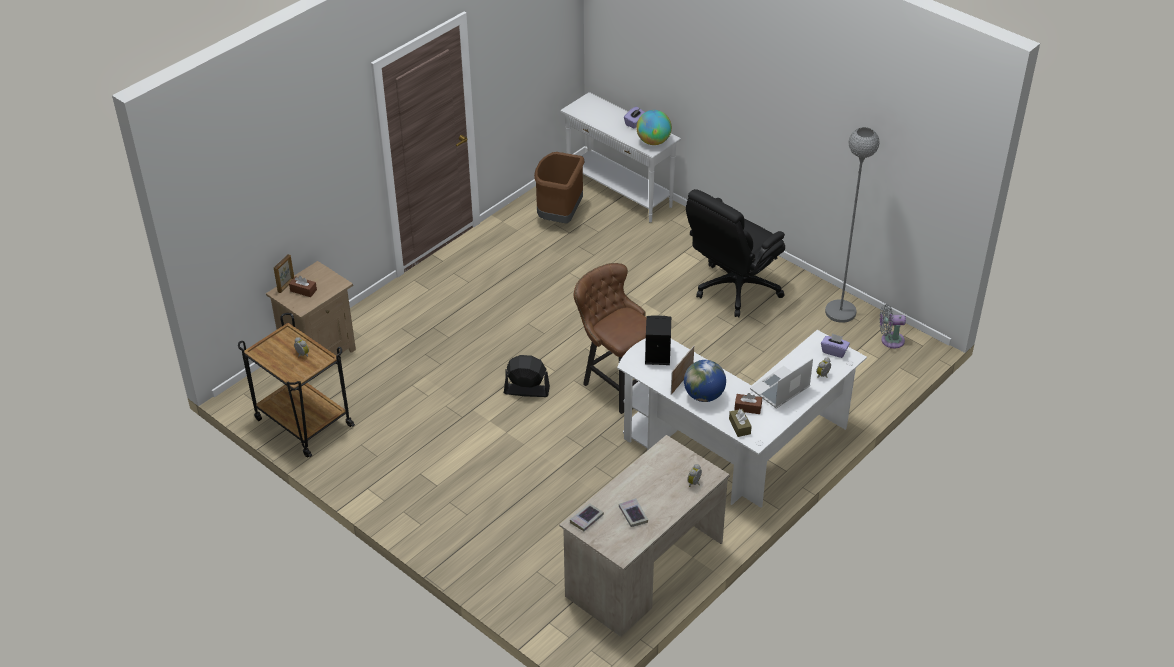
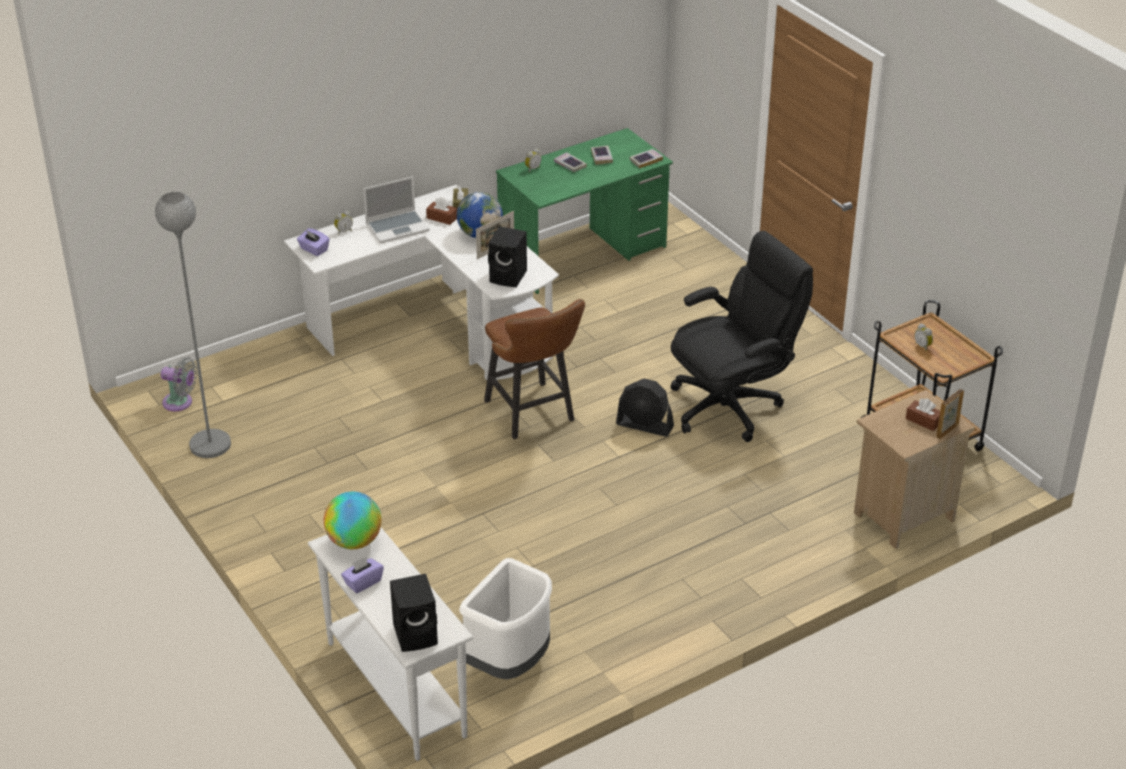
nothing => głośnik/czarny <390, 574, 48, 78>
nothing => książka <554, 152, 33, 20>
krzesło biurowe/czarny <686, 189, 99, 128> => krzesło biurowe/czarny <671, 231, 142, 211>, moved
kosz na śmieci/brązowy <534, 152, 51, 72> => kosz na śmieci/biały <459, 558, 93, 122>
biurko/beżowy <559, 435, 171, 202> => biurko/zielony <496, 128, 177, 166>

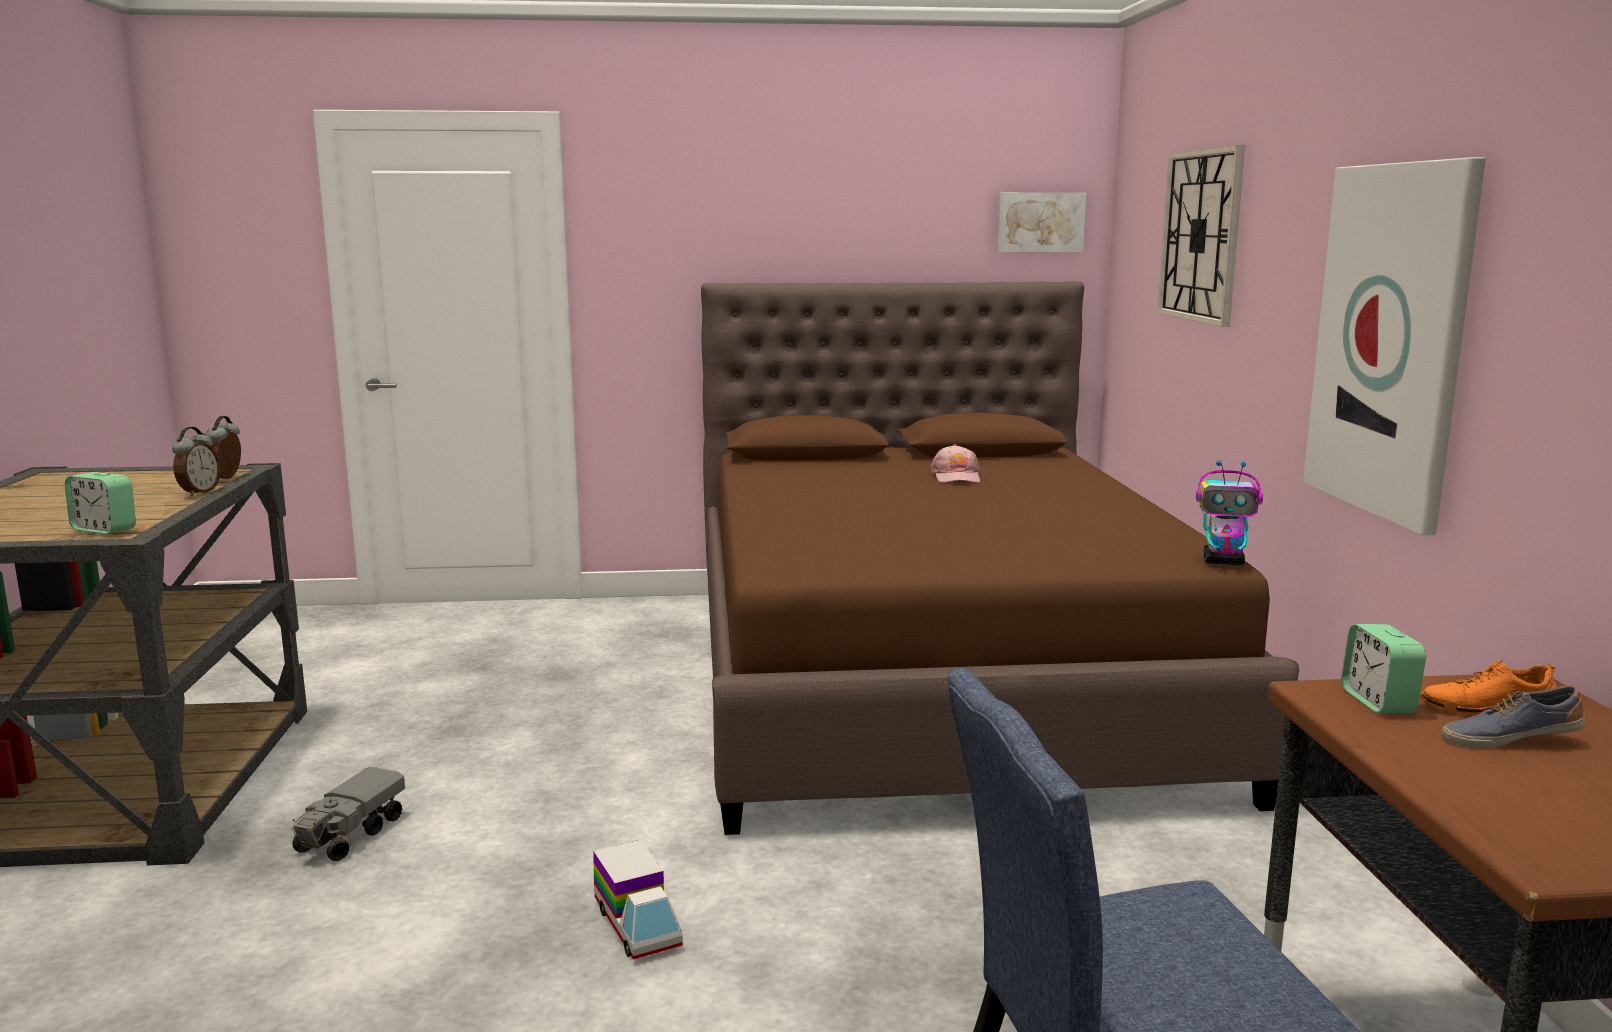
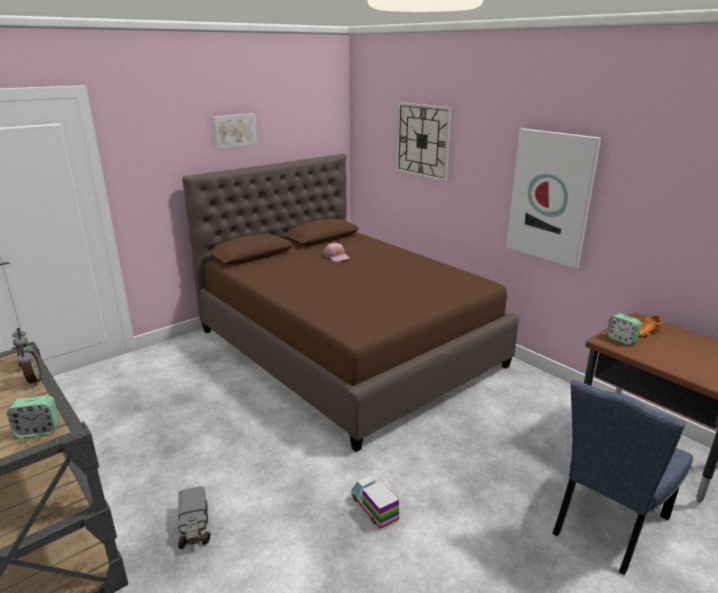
robot zabawkowy <1196, 460, 67, 105> => nothing
but <1441, 686, 144, 62> => nothing
obraz <996, 192, 90, 60> => obraz <212, 113, 45, 36>, moved
ciężarówka zabawkowa <593, 840, 90, 120> => ciężarówka zabawkowa <351, 476, 48, 53>, 150 degrees counterclockwise

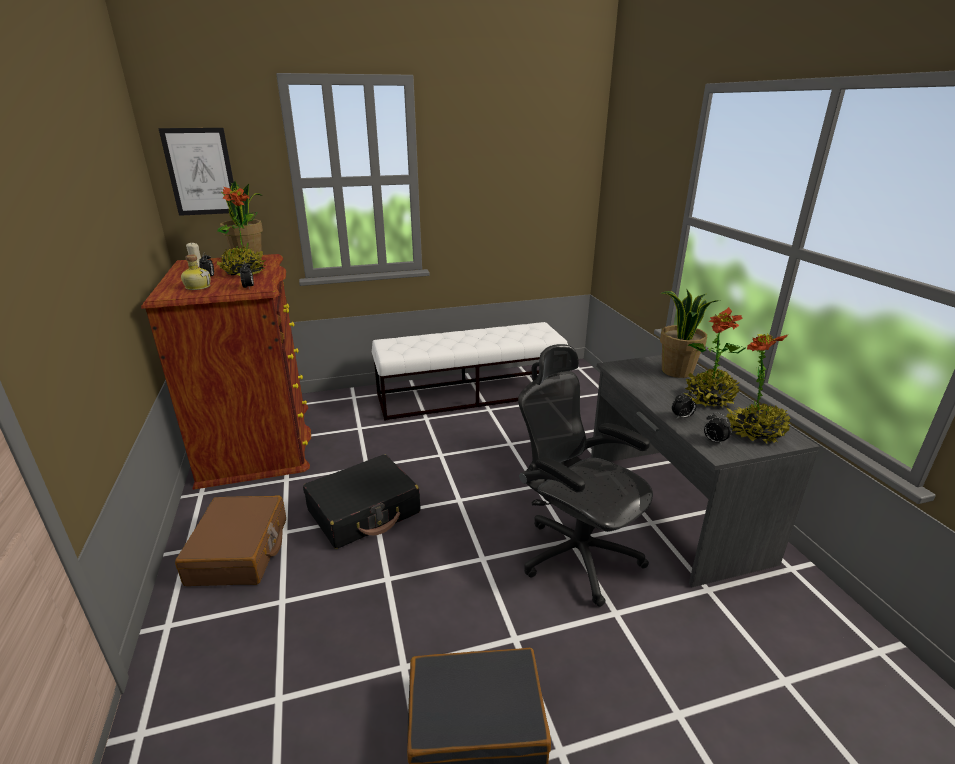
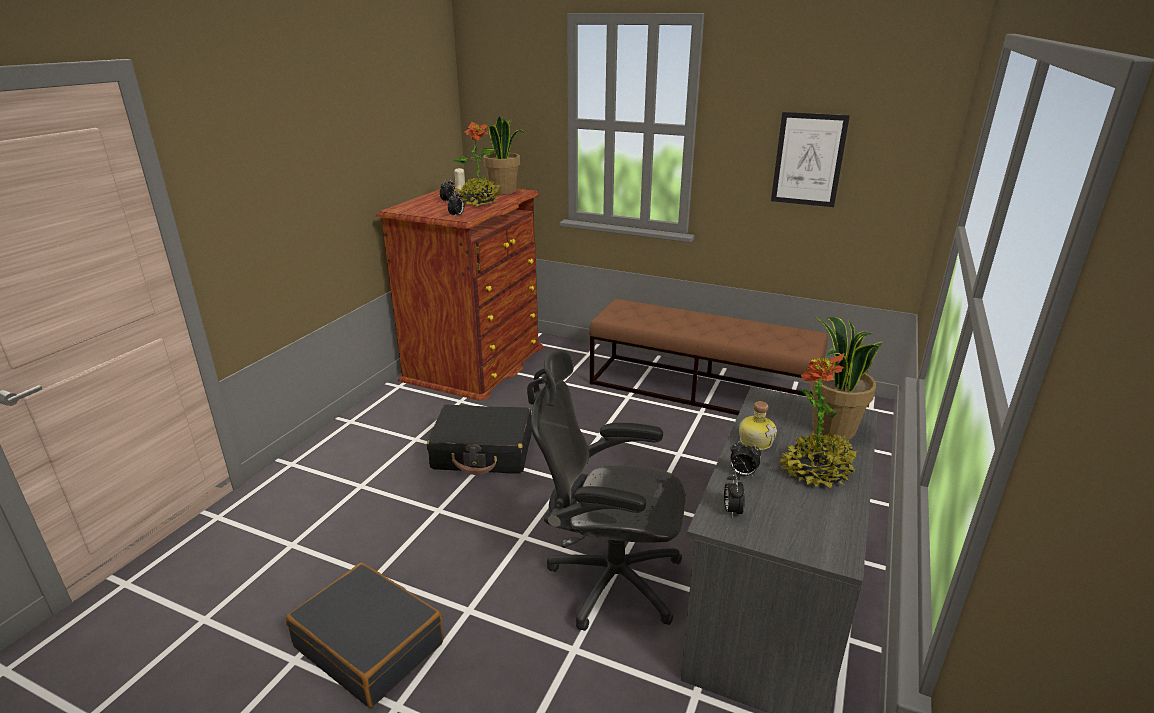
walizka/brązowy <175, 495, 111, 91> => nothing
roślina doniczkowa <726, 334, 65, 110> => nothing
obraz <158, 128, 76, 88> => obraz <771, 112, 79, 95>, moved
butelka <181, 255, 30, 35> => butelka <739, 401, 38, 49>, moved
ławka/biały <372, 322, 196, 99> => ławka/brązowy <589, 299, 239, 116>
krzesło biurowe <518, 344, 135, 263> => krzesło biurowe <527, 350, 159, 281>, 75 degrees counterclockwise

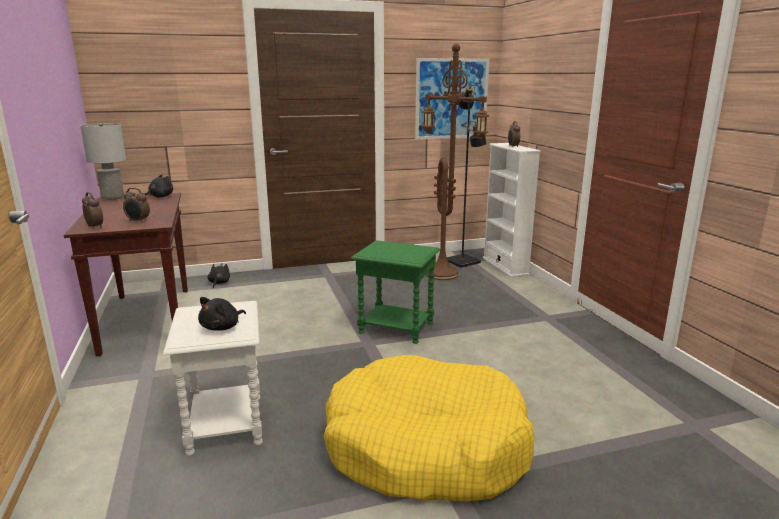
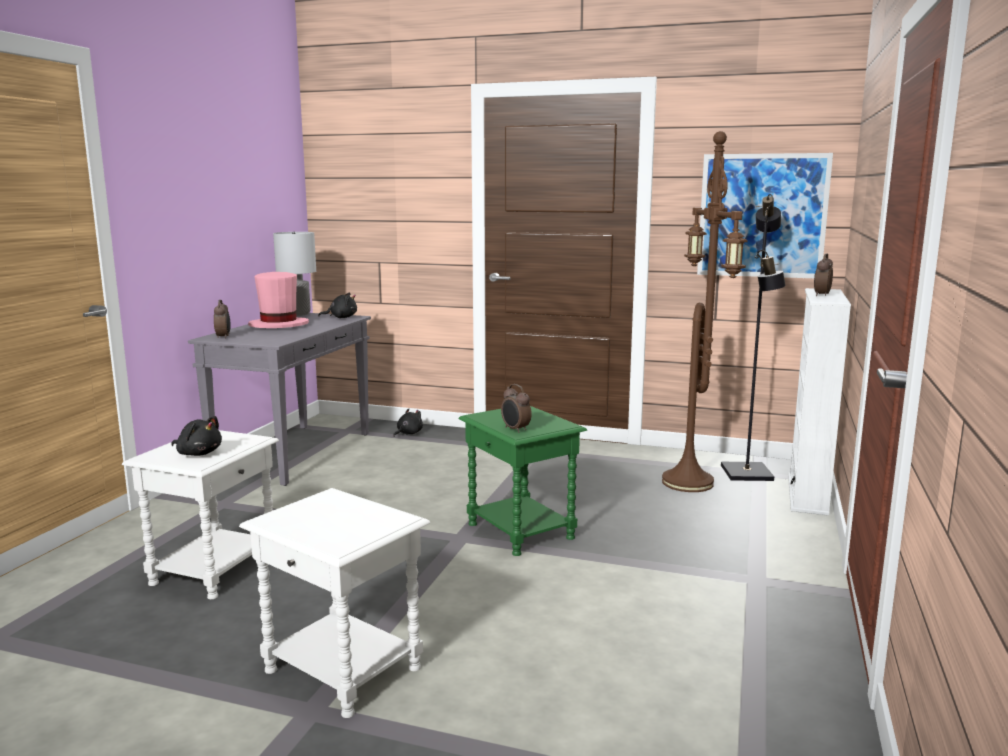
nothing => kapelusz/różowy <248, 272, 61, 56>
budzik <123, 188, 27, 35> => budzik <501, 384, 31, 49>, moved
legowisko/żółty <324, 355, 211, 146> => stolik/biały <239, 488, 191, 230>
stolik konsolowy/brązowy <64, 193, 124, 163> => stolik konsolowy/szary <188, 313, 183, 173>
pluszak/czarny <198, 297, 48, 34> => pluszak/czarny <171, 416, 51, 40>, 135 degrees counterclockwise

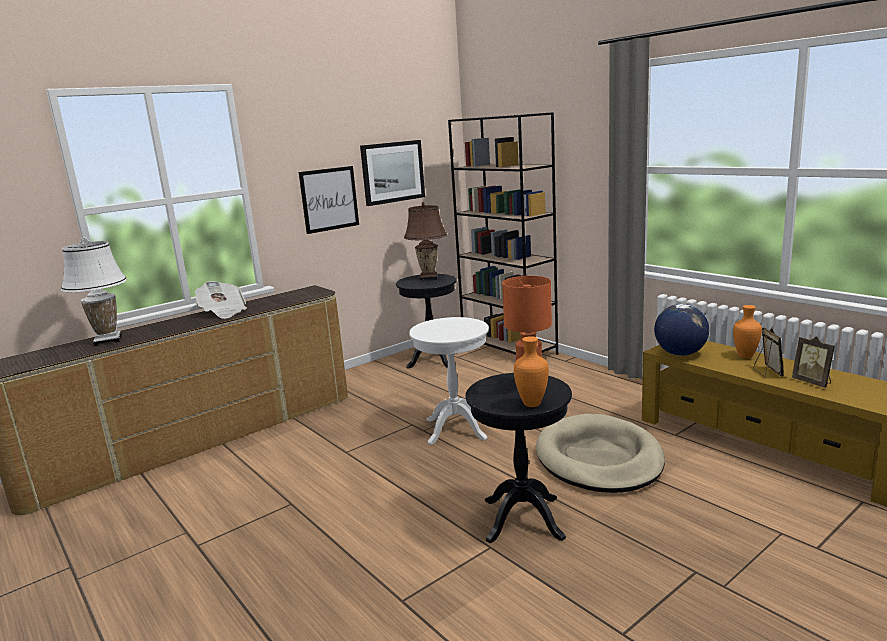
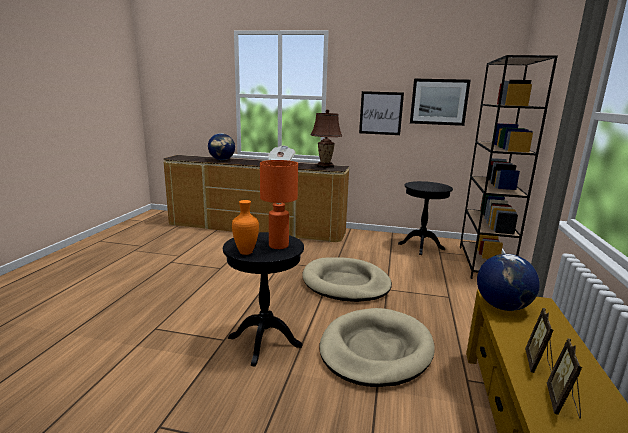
wazon/pomarańczowy <733, 305, 29, 54> => nothing
lampa stołowa/brązowy <404, 202, 43, 79> => lampa stołowa/brązowy <311, 109, 31, 60>, moved
lampa stołowa/biały <61, 237, 66, 109> => globus <208, 133, 27, 27>
stolik/biały <409, 317, 80, 128> => legowisko/beżowy <302, 257, 90, 45>
ramka na zdjęcie <753, 327, 31, 50> => ramka na zdjęcie <525, 308, 29, 65>, 150 degrees clockwise

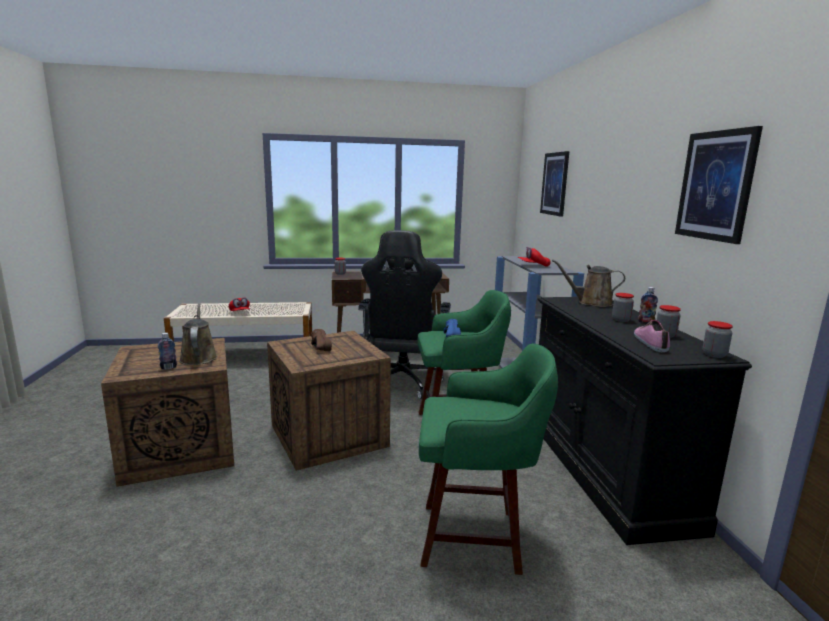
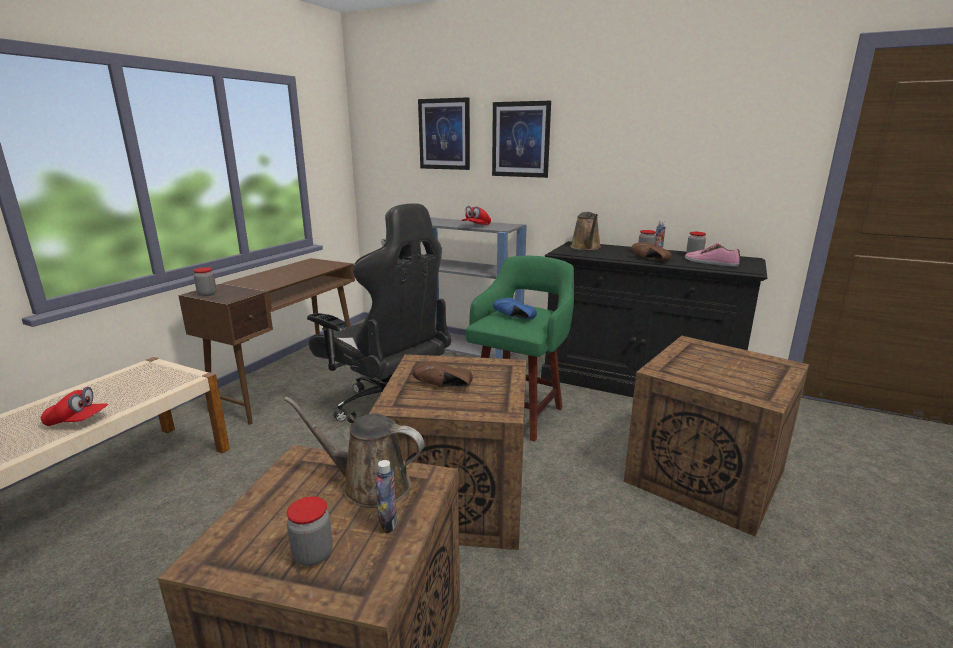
nothing => but/brązowy <631, 242, 41, 20>
obraz <675, 126, 88, 118> => obraz <492, 101, 59, 77>, moved
słoik <703, 321, 30, 37> => słoik <287, 496, 46, 70>, moved
stołek/zielony <419, 343, 139, 232> => skrzynka <624, 336, 185, 201>
konewka/brązowy <552, 260, 73, 47> => konewka/brązowy <570, 212, 31, 38>, 45 degrees counterclockwise

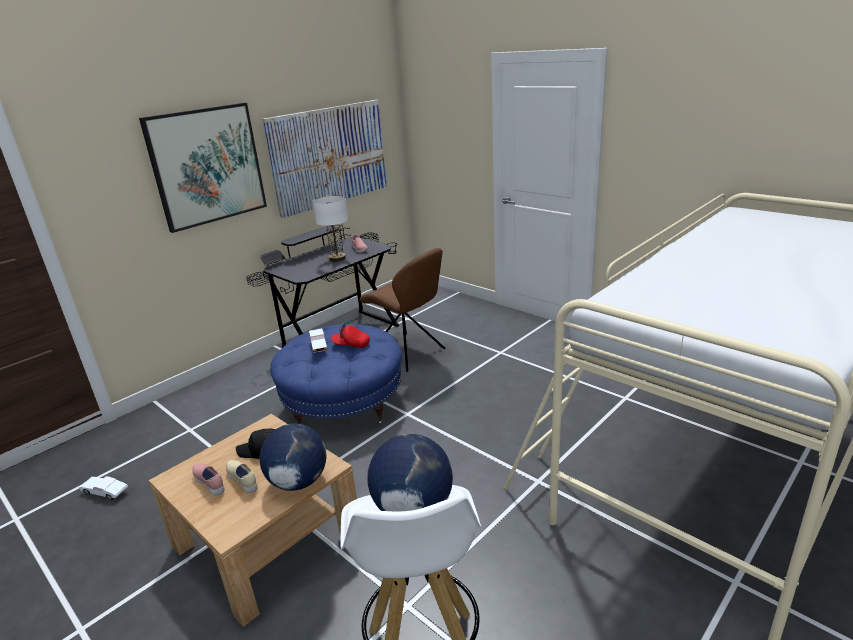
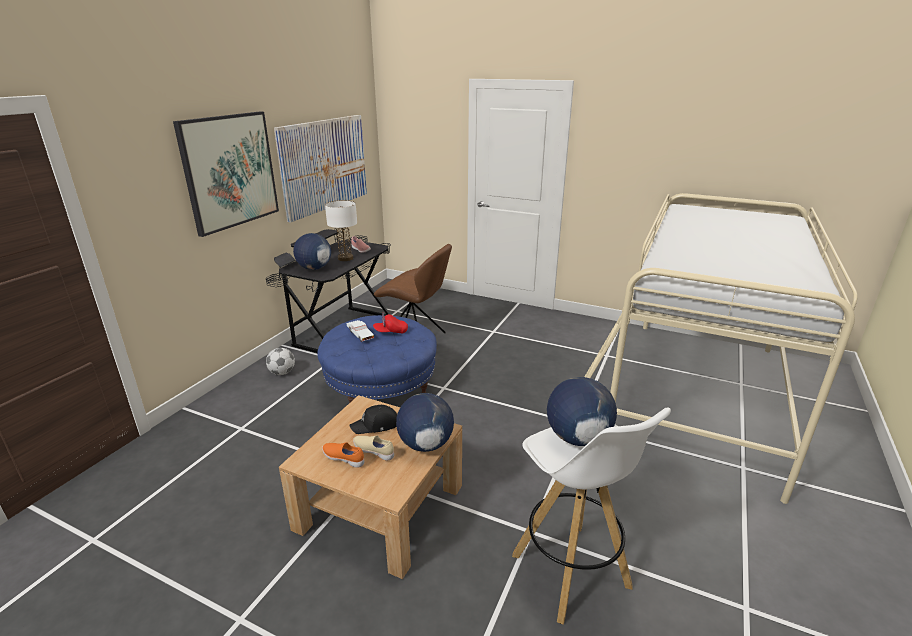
samochodzik/biały <79, 476, 49, 24> => nothing
nothing => piłka futbolowa <266, 348, 29, 27>
nothing => globus <293, 233, 38, 37>
but/różowy <192, 463, 33, 32> => but/pomarańczowy <322, 443, 43, 25>

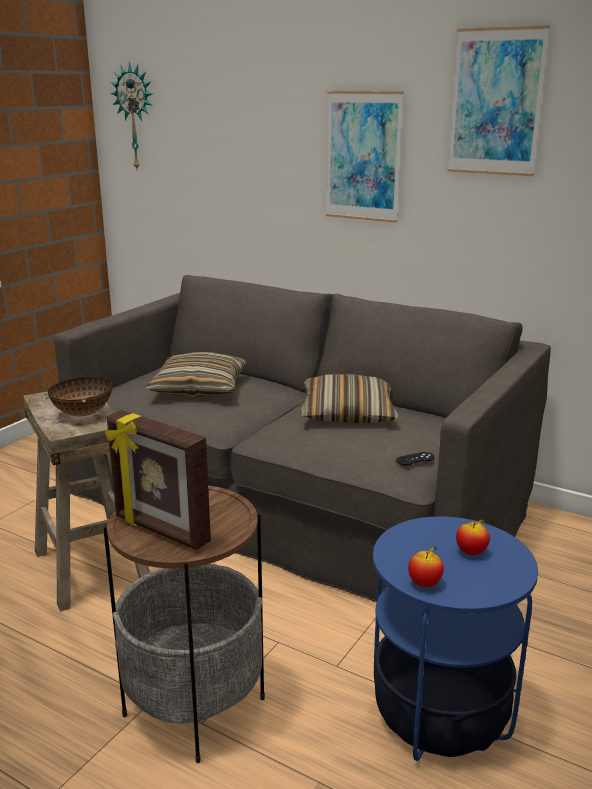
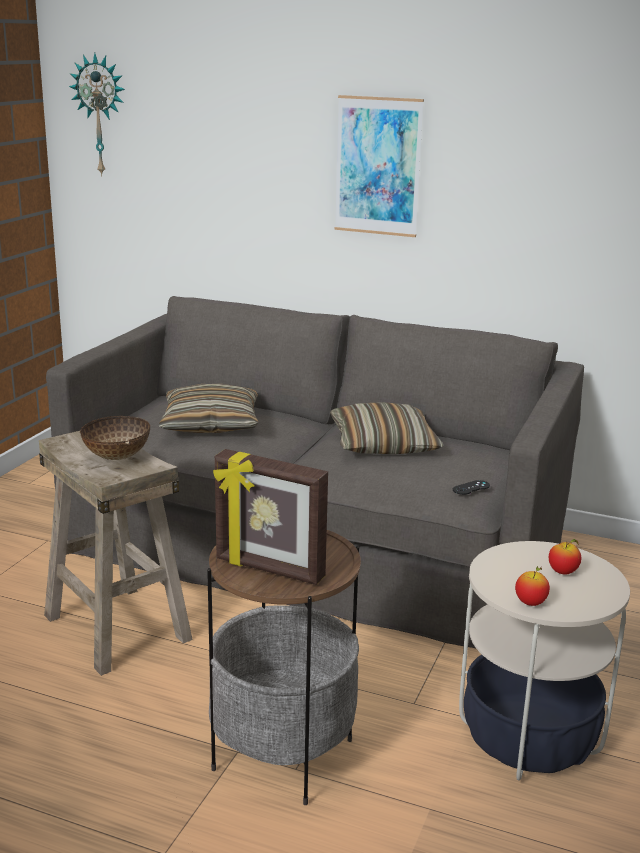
obraz <448, 25, 102, 151> => nothing
stolik/niebieski <373, 516, 165, 245> => stolik/beżowy <459, 541, 171, 240>

